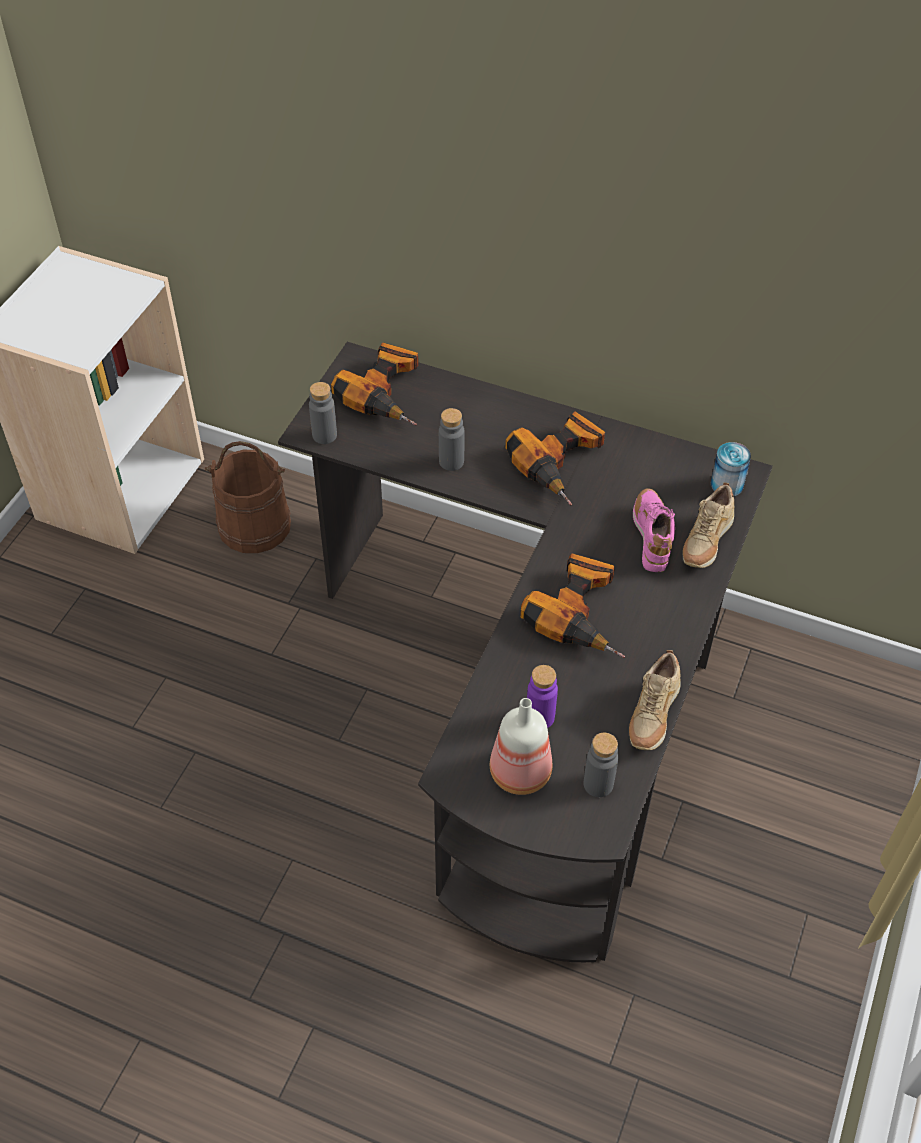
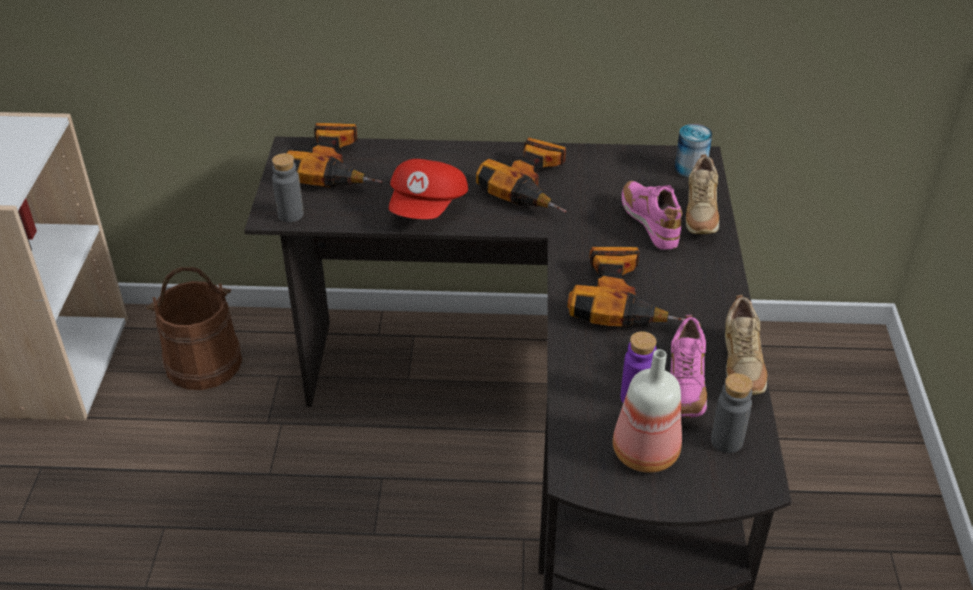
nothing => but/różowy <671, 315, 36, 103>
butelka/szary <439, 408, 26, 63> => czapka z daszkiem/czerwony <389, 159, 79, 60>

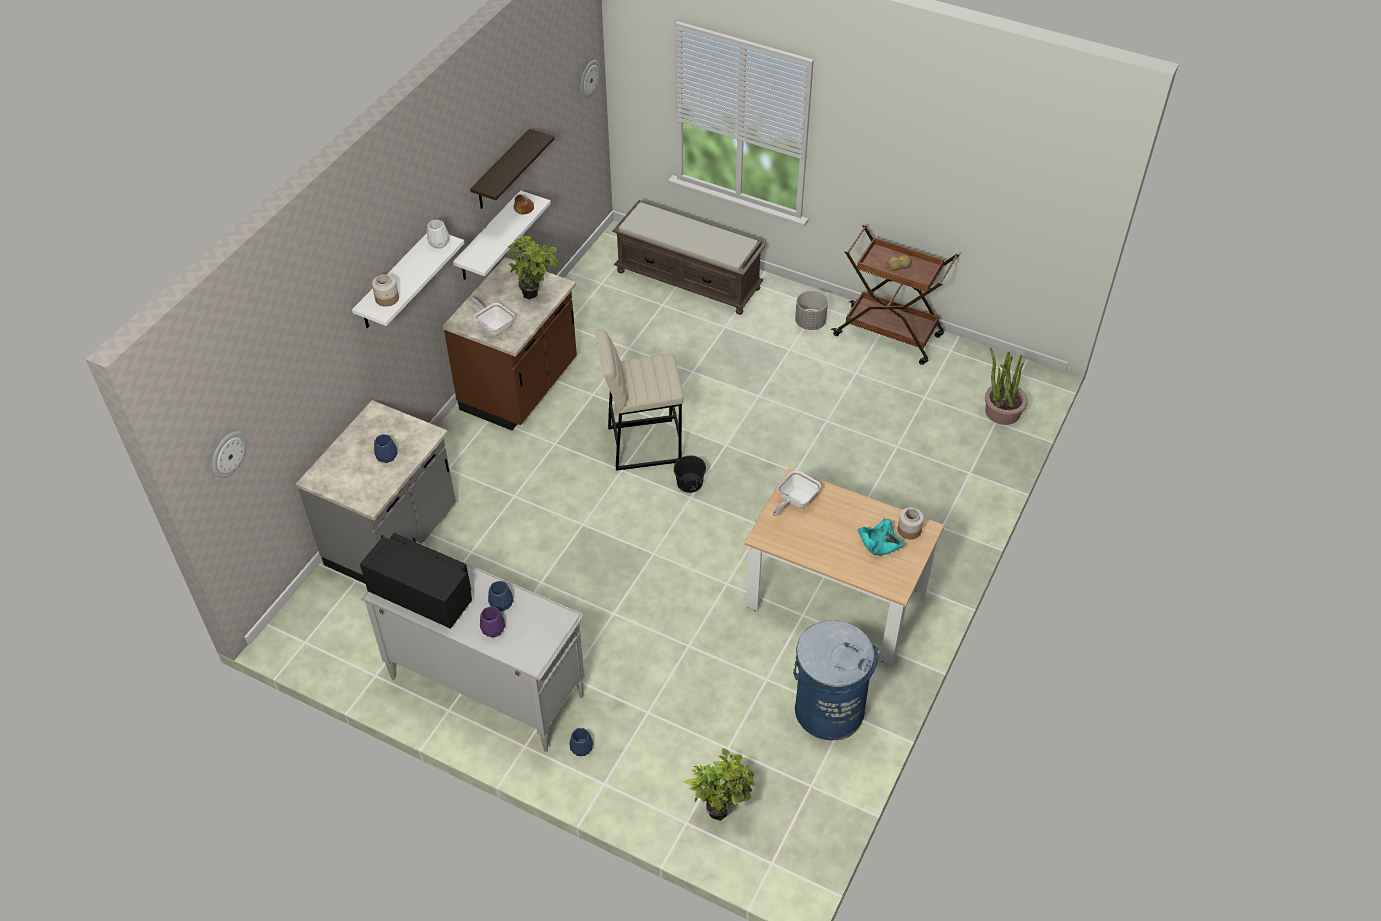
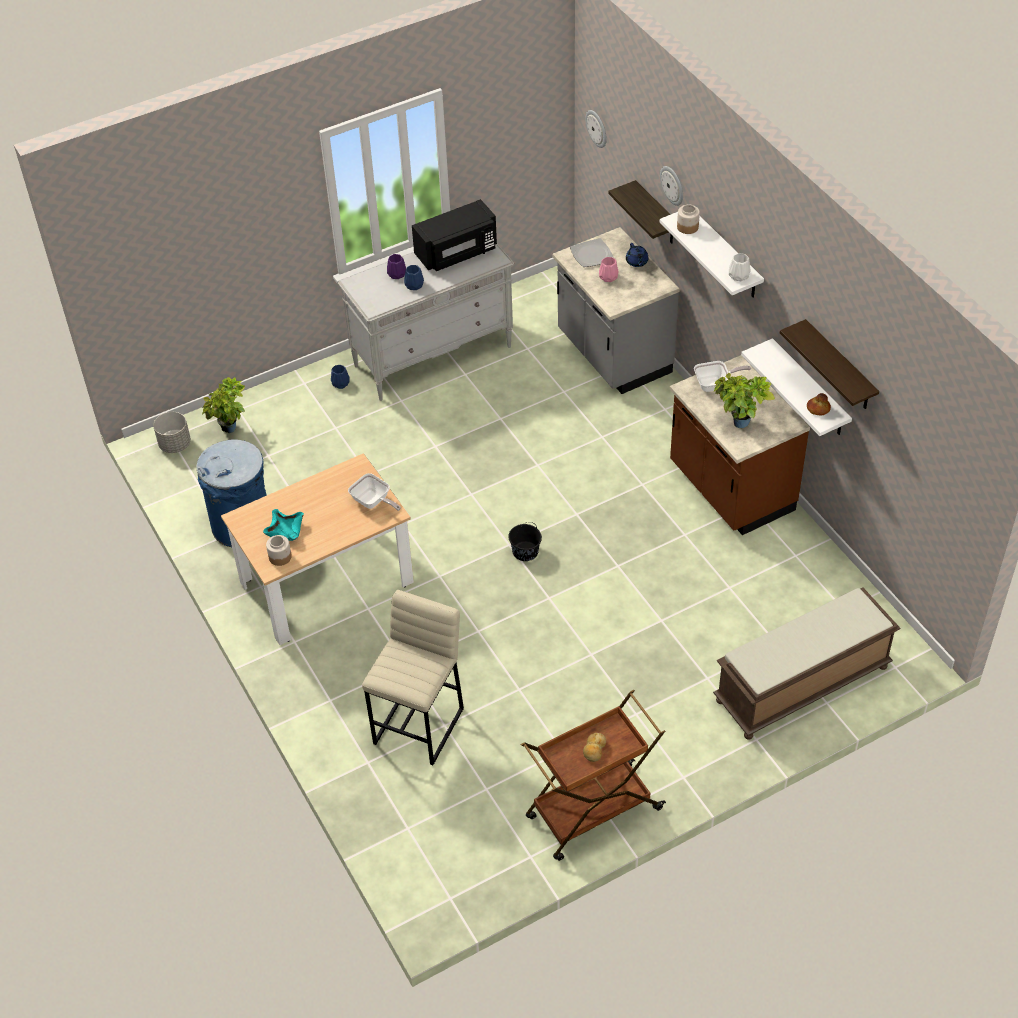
roślina doniczkowa <985, 348, 43, 77> => nothing
nothing => talerz <570, 238, 44, 29>
nothing => półka <608, 180, 65, 64>
nothing => imbryk/niebieski <626, 243, 23, 24>
zegar ścienny <580, 60, 20, 39> => zegar ścienny <660, 166, 23, 40>, moved
stołek/beżowy <595, 329, 89, 142> => stołek/beżowy <362, 590, 102, 175>, moved
donica/szary <795, 291, 33, 39> => donica/szary <153, 412, 38, 41>, moved
wazon/niebieski <374, 434, 24, 29> => wazon/różowy <599, 257, 20, 25>
patelnia <773, 471, 48, 45> => patelnia <348, 473, 53, 38>, 150 degrees clockwise

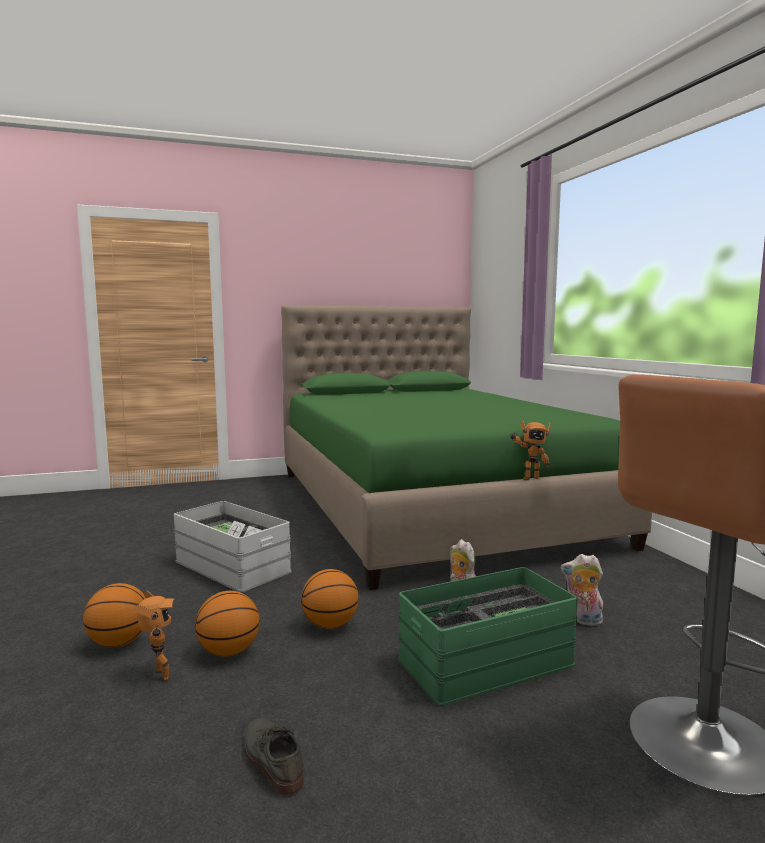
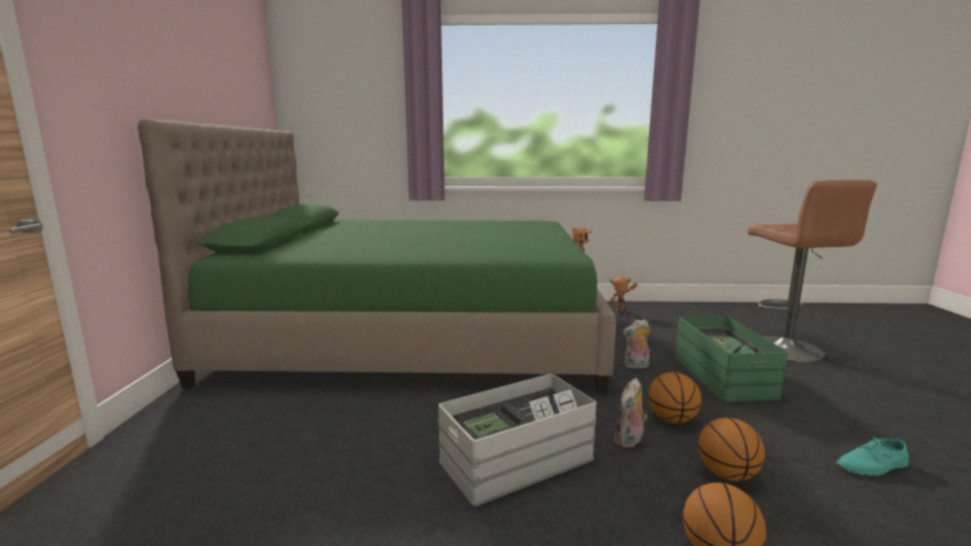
robot zabawkowy <134, 591, 41, 91> => robot zabawkowy <609, 277, 28, 35>, moved
pluszak <561, 554, 42, 72> => pluszak <614, 378, 33, 70>, moved
but/szary <245, 718, 59, 77> => but/turkusowy <836, 437, 73, 39>

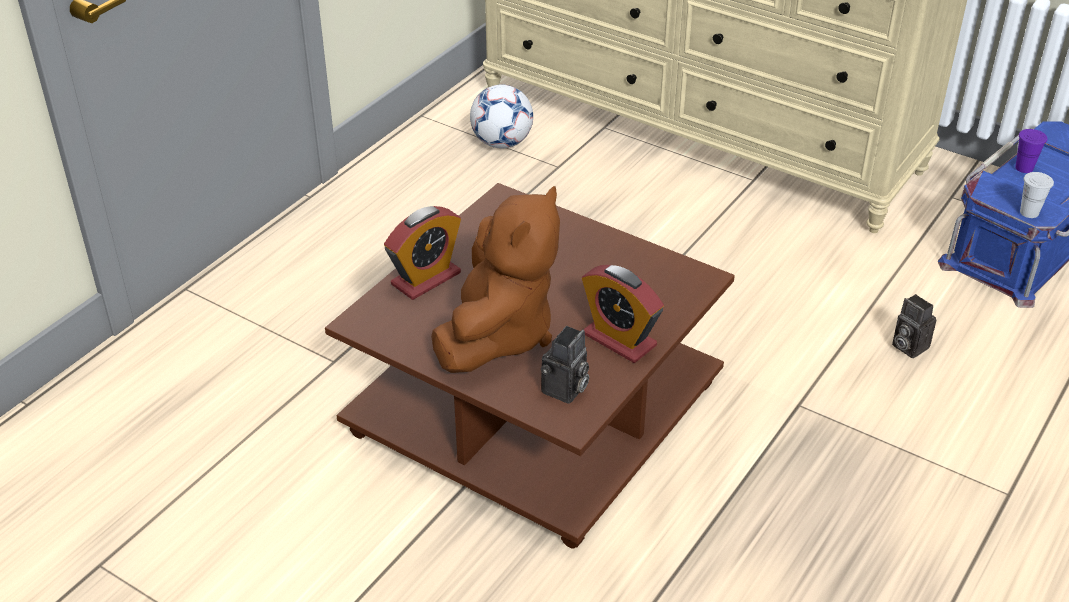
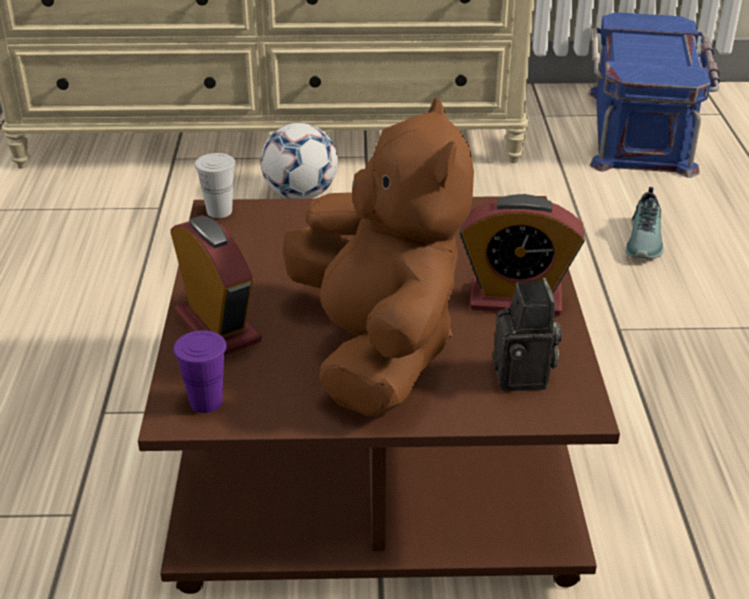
piłka futbolowa <470, 84, 63, 64> => piłka futbolowa <261, 123, 77, 76>, moved
filiżanka/fioletowy <1016, 129, 31, 44> => filiżanka/fioletowy <173, 330, 54, 83>, moved
filiżanka/biały <1020, 172, 34, 46> => filiżanka/biały <194, 153, 42, 65>, moved
aparat fotograficzny <892, 294, 44, 64> => but <626, 187, 38, 72>
budzik <384, 206, 77, 94> => budzik <170, 215, 92, 140>, 45 degrees counterclockwise

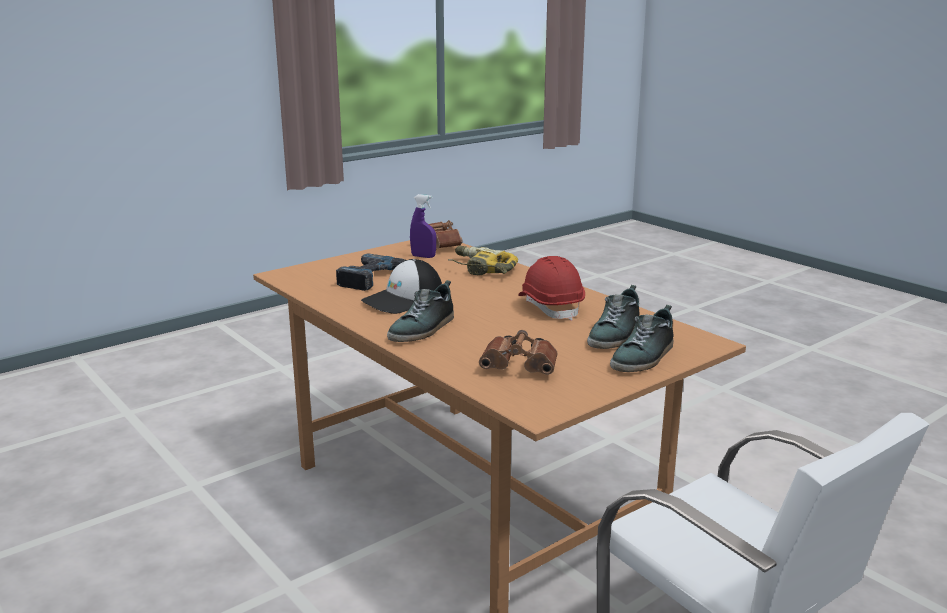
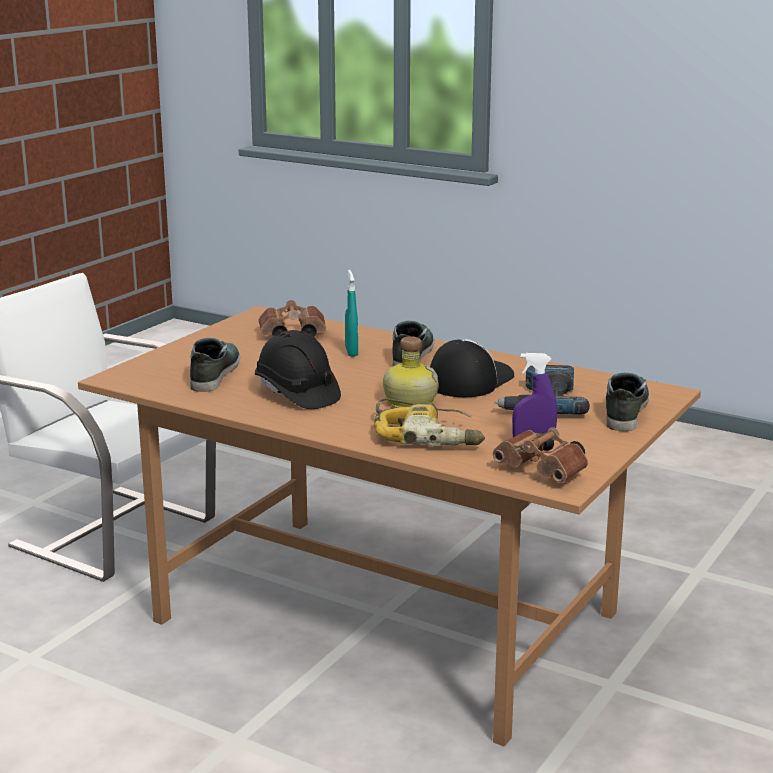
nothing => spryskiwacz/turkusowy <345, 270, 13, 87>
nothing => butelka <383, 337, 56, 71>
but <610, 305, 64, 67> => but <606, 372, 43, 59>, moved
kask/czerwony <518, 256, 67, 65> => kask/czarny <255, 330, 86, 79>

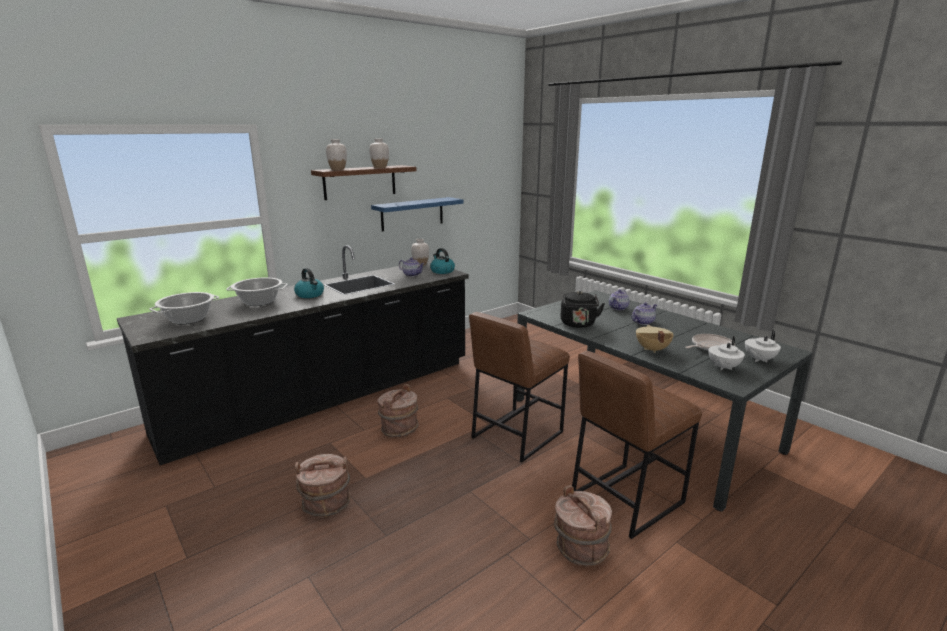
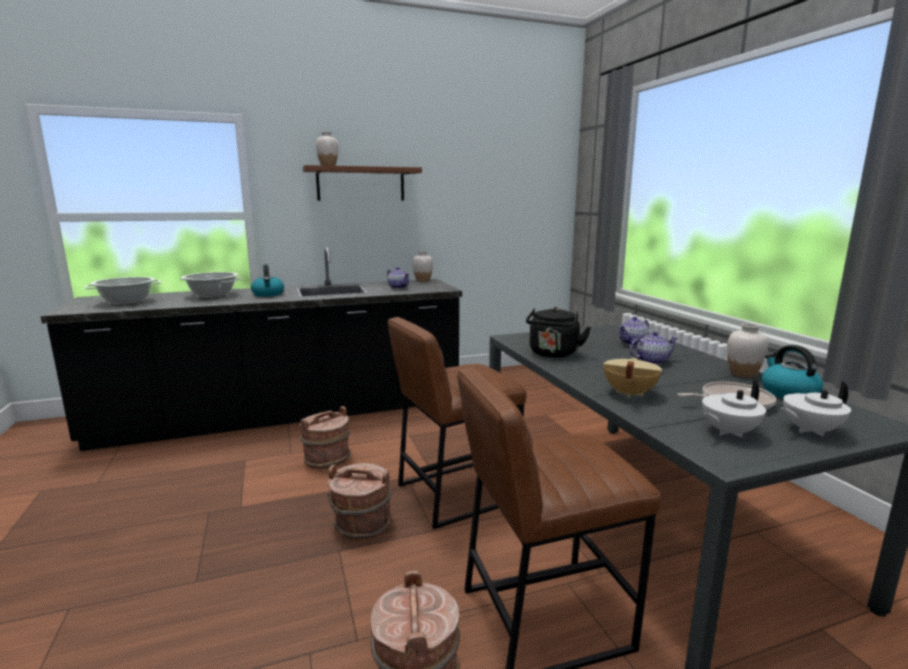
półka/niebieski <371, 197, 93, 35> => nothing
wiadro/brązowy <295, 454, 55, 64> => wiadro/brązowy <327, 463, 65, 77>, moved
wazon/biały <369, 138, 20, 30> => wazon/biały <727, 323, 41, 55>, moved
czajnik <430, 248, 25, 26> => czajnik <761, 345, 62, 53>, moved

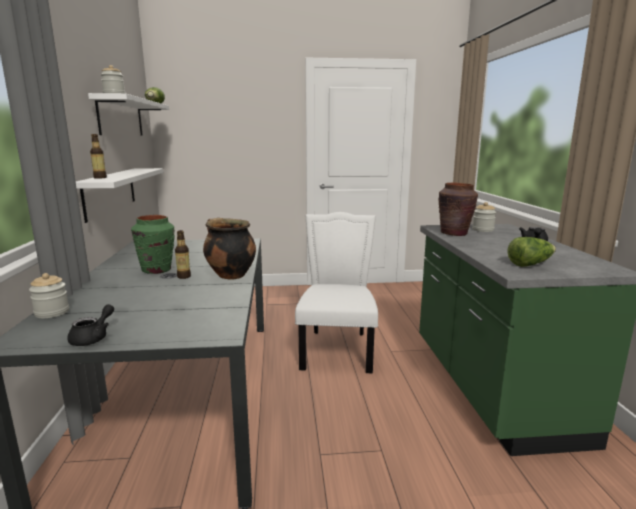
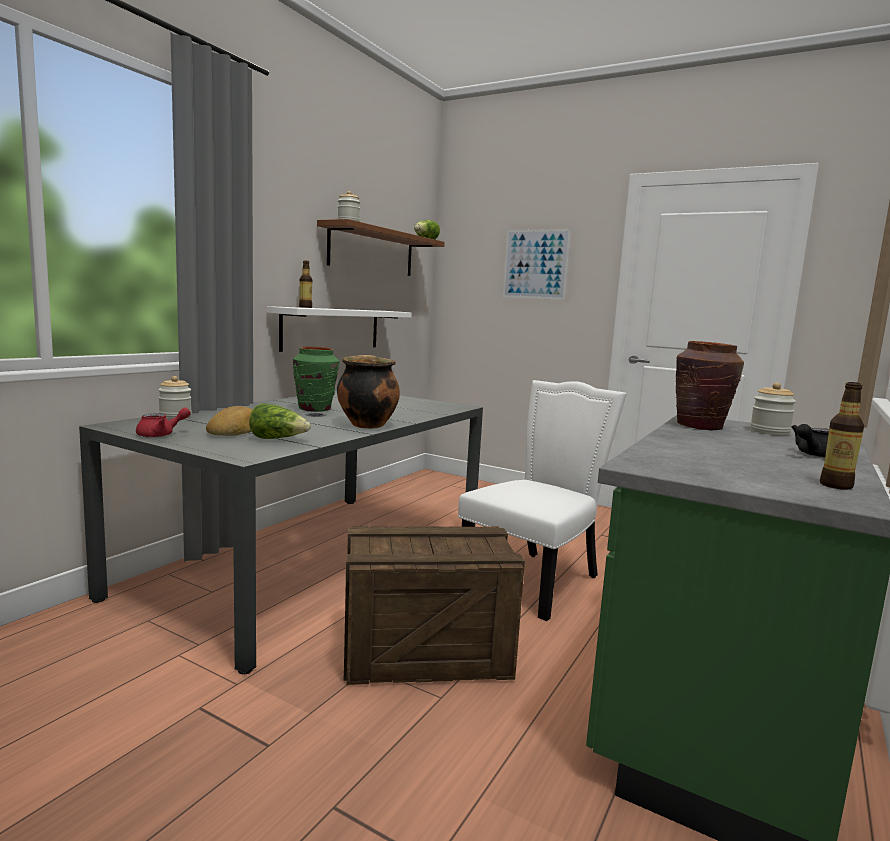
nothing => chleb <206, 406, 46, 30>
nothing => skrzynka <344, 526, 181, 159>
nothing => obraz <503, 229, 68, 71>
butelka <175, 230, 16, 49> => butelka <820, 382, 44, 108>, moved
sałata <507, 237, 49, 30> => sałata <249, 403, 62, 36>, moved
imbryk/czarny <67, 304, 47, 42> => imbryk/czerwony <136, 408, 55, 29>
półka/biały <88, 93, 81, 42> => półka/brązowy <317, 219, 128, 57>

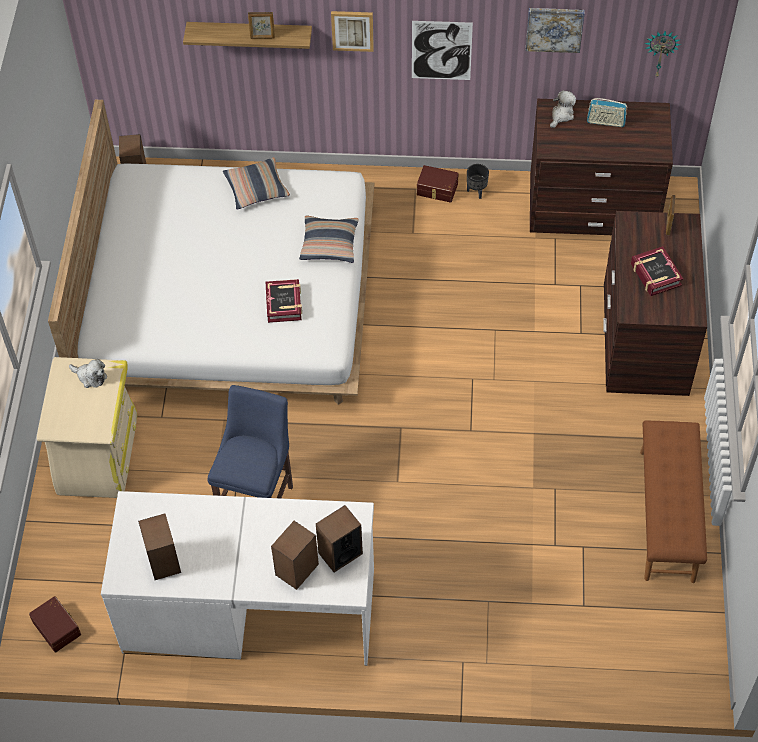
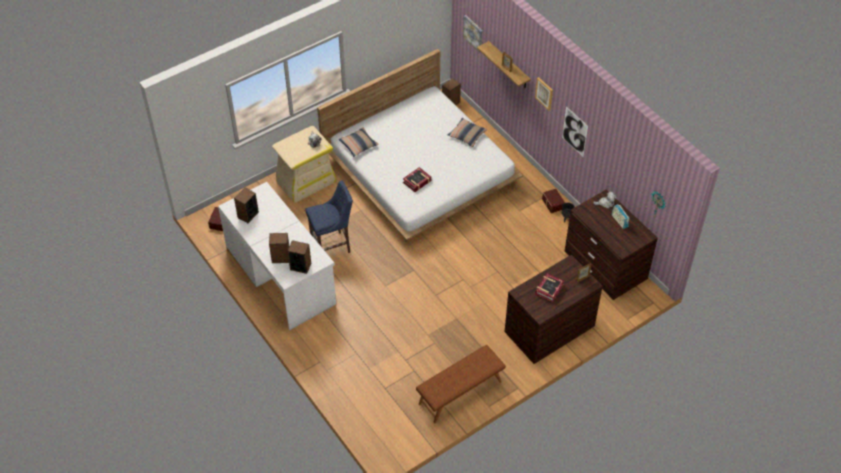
poduszka <299, 215, 60, 48> => poduszka <339, 127, 40, 30>, moved
obraz <526, 8, 59, 45> => obraz <463, 15, 20, 38>, moved

